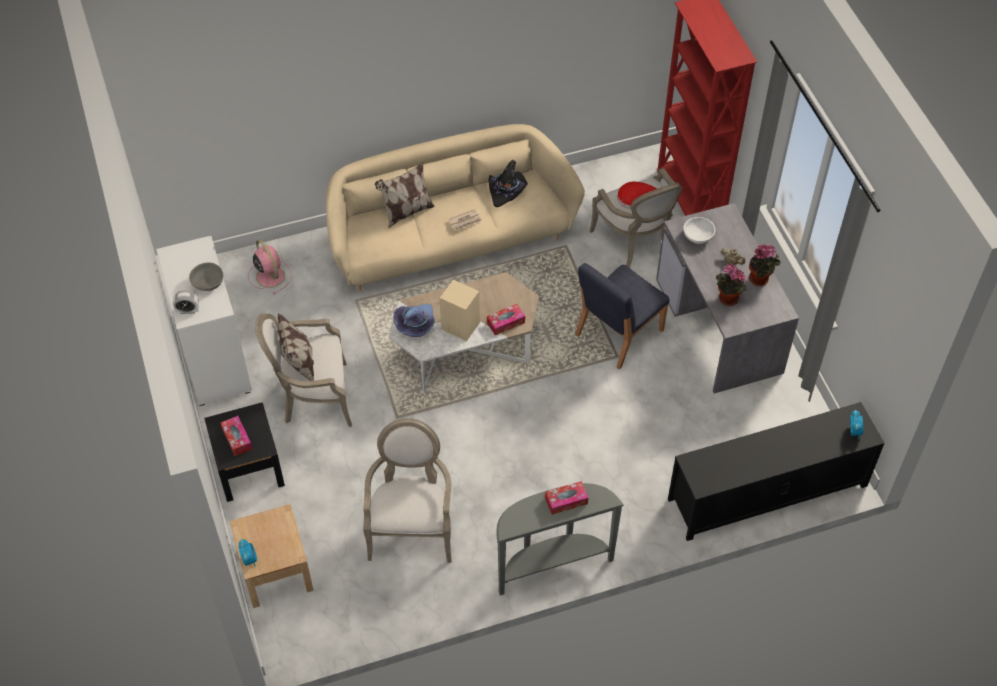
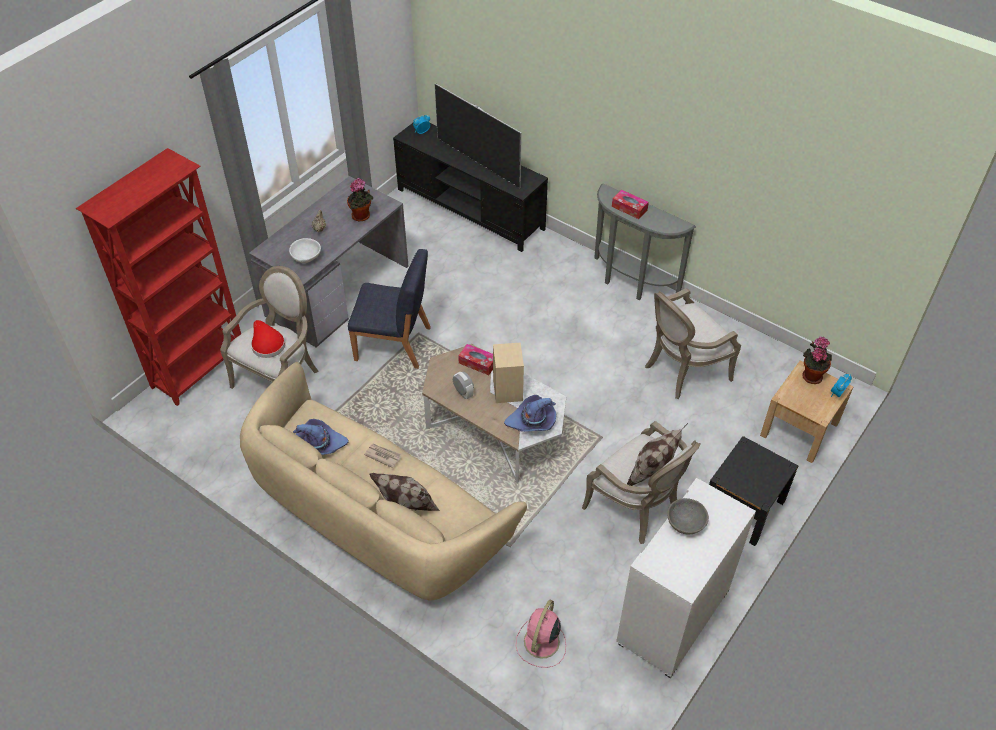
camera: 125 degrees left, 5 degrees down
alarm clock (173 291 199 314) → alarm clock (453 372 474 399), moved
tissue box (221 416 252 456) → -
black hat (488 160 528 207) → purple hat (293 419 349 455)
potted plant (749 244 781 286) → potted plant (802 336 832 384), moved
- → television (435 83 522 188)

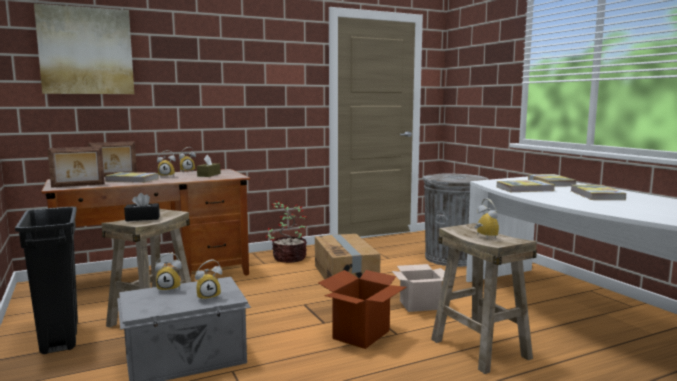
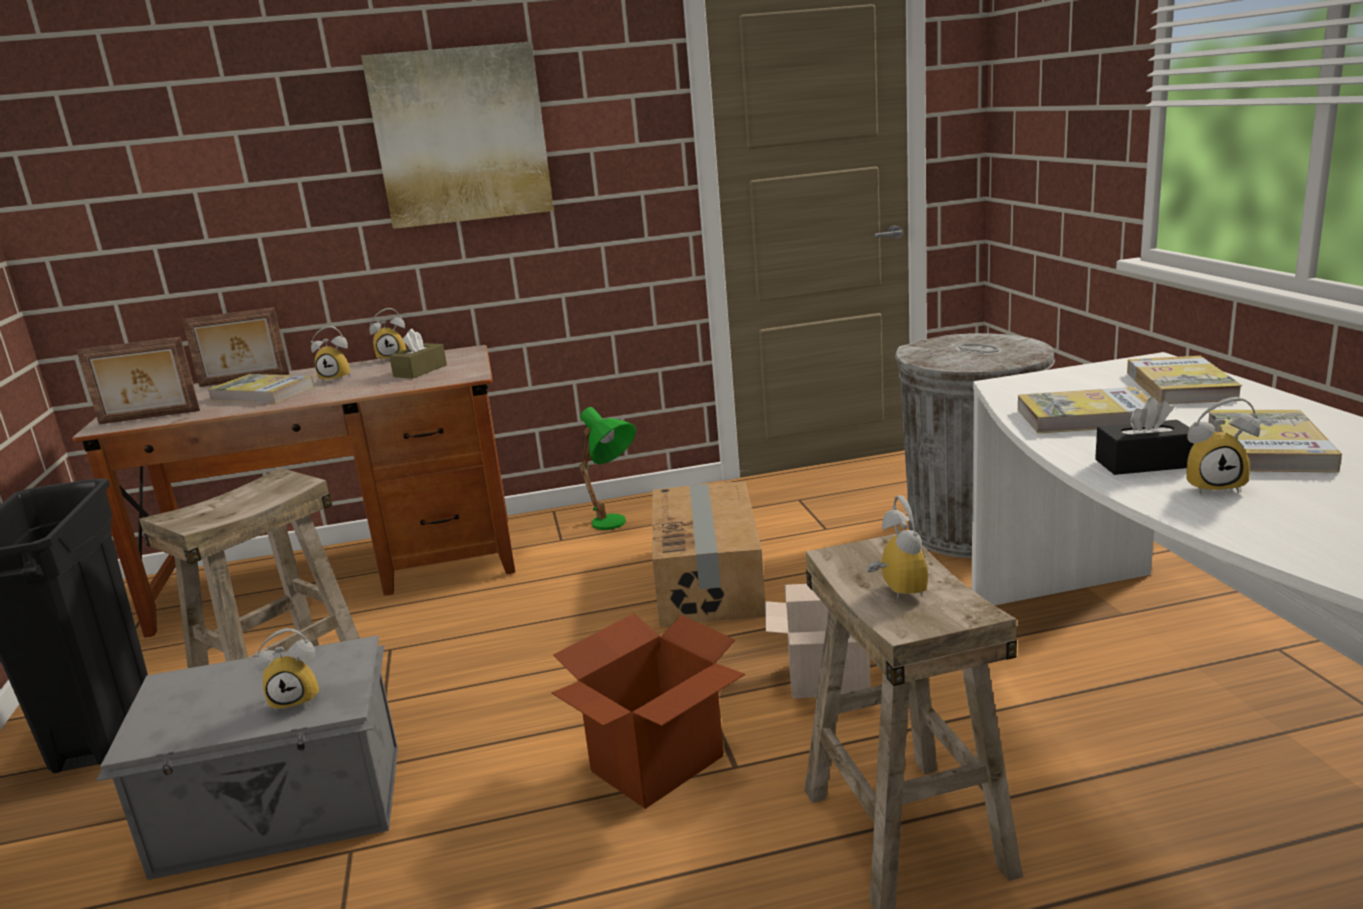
camera: 15 degrees right, 10 degrees up
picture (34 3 134 94) → picture (361 41 554 229), moved
black tissue box (124 193 160 221) → black tissue box (1095 397 1194 475), moved
alarm clock (155 253 182 292) → alarm clock (1186 397 1260 495), moved
potted plant (266 200 307 263) → green table lamp (579 407 636 530)

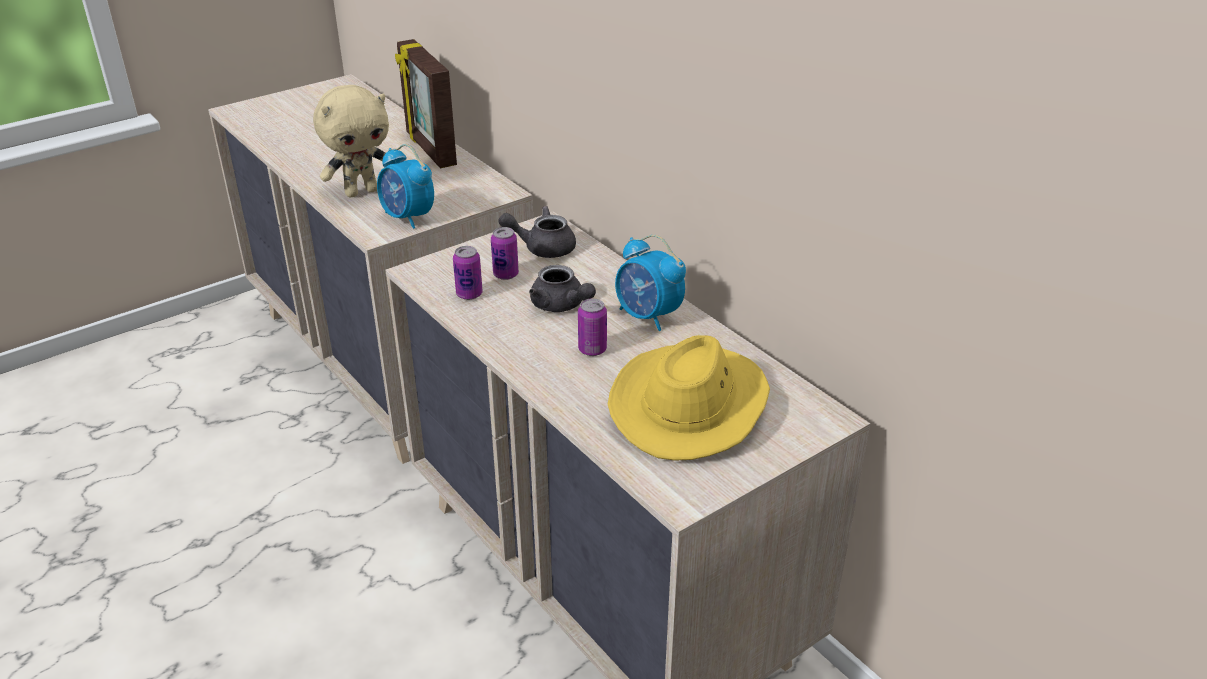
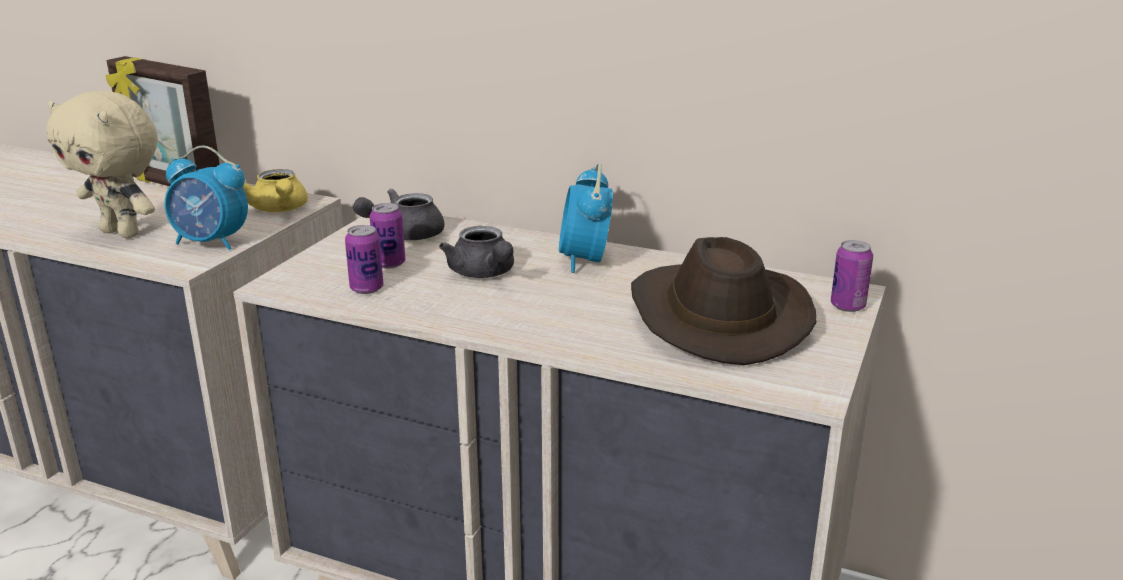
camera: 30 degrees left, 10 degrees down
beige plush toy (313 85 389 197) → beige plush toy (46 91 157 238), 90 degrees clockwise
grey teapot (529 265 596 312) → grey teapot (439 226 514 278), 45 degrees clockwise
can (578 298 607 356) → can (831 240 873 312), moved
yellow hat (608 335 770 461) → brown hat (631 237 816 365)
alarm clock (615 235 686 331) → alarm clock (559 163 613 273), 75 degrees clockwise
- → yellow teapot (243 169 308 212)

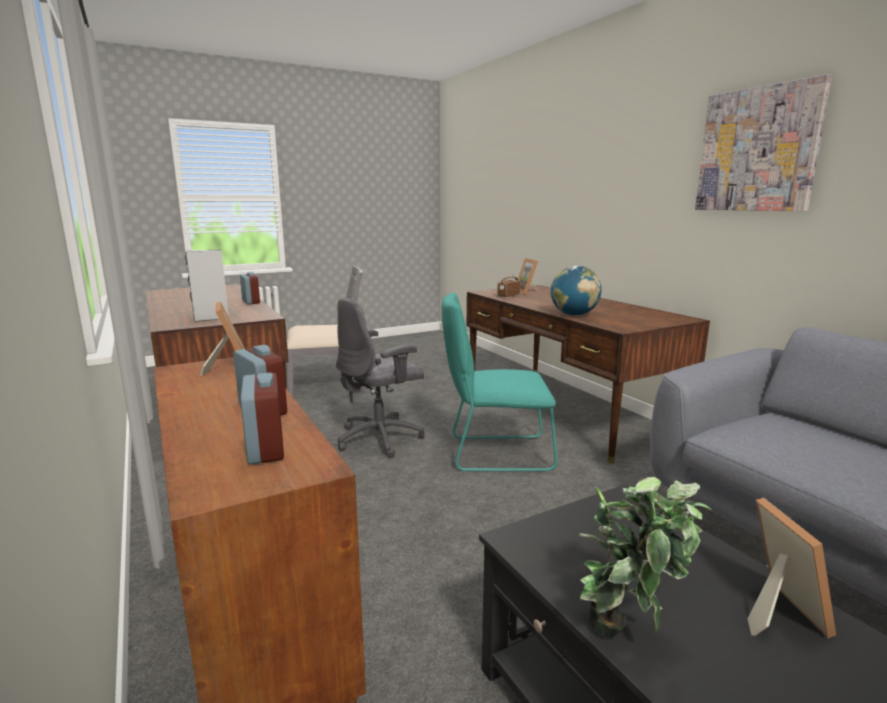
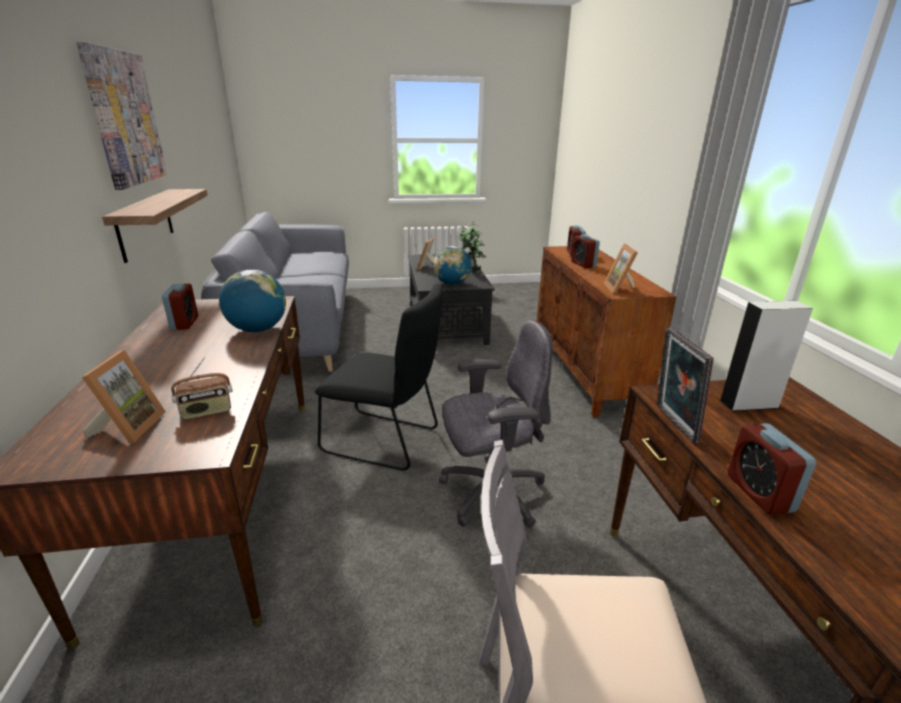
camera: 160 degrees left, 10 degrees up
turquoise chair (441 293 557 471) → black chair (315 284 443 471)
- → shelf (102 189 208 263)
- → alarm clock (162 284 198 330)
- → globe (433 246 471 285)
- → picture frame (657 328 714 444)

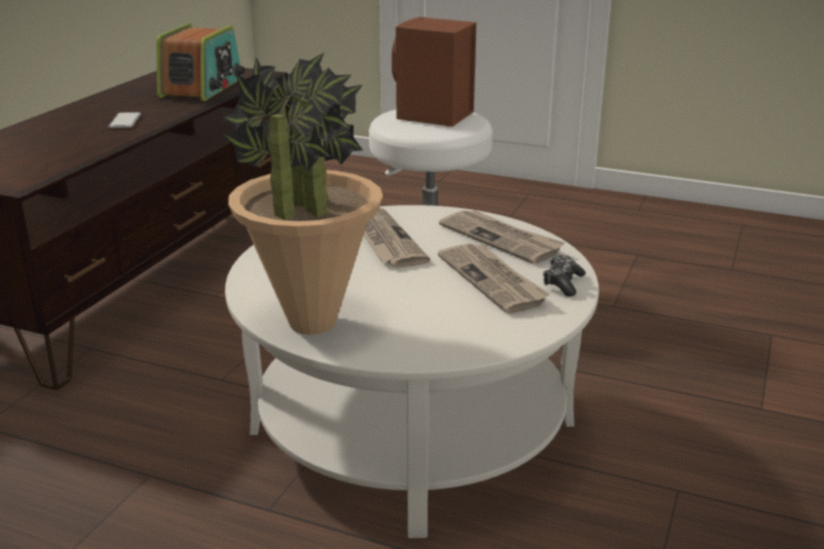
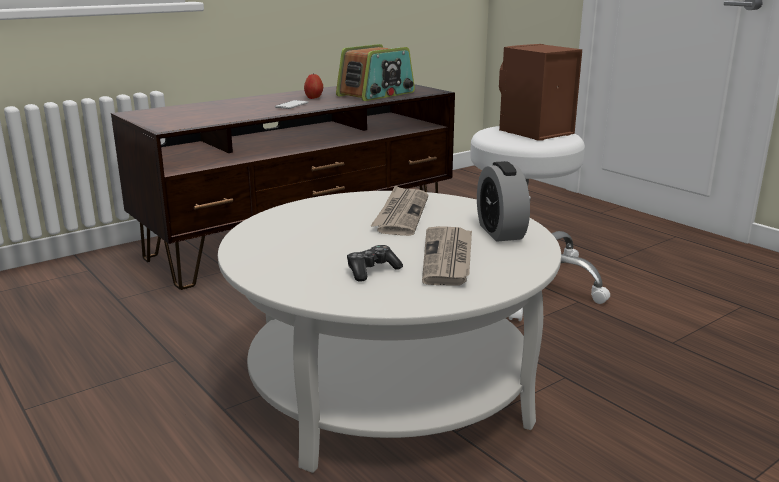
camera: 30 degrees right, 5 degrees down
potted plant (223 52 383 335) → -
newspaper (439 210 565 264) → alarm clock (477 161 530 242)
game controller (543 255 586 297) → game controller (347 245 403 282), moved
- → apple (304 73 323 99)

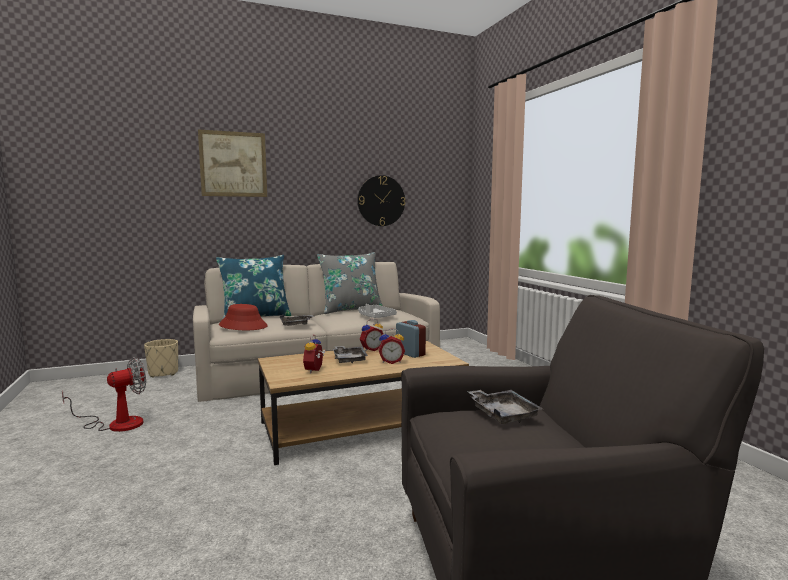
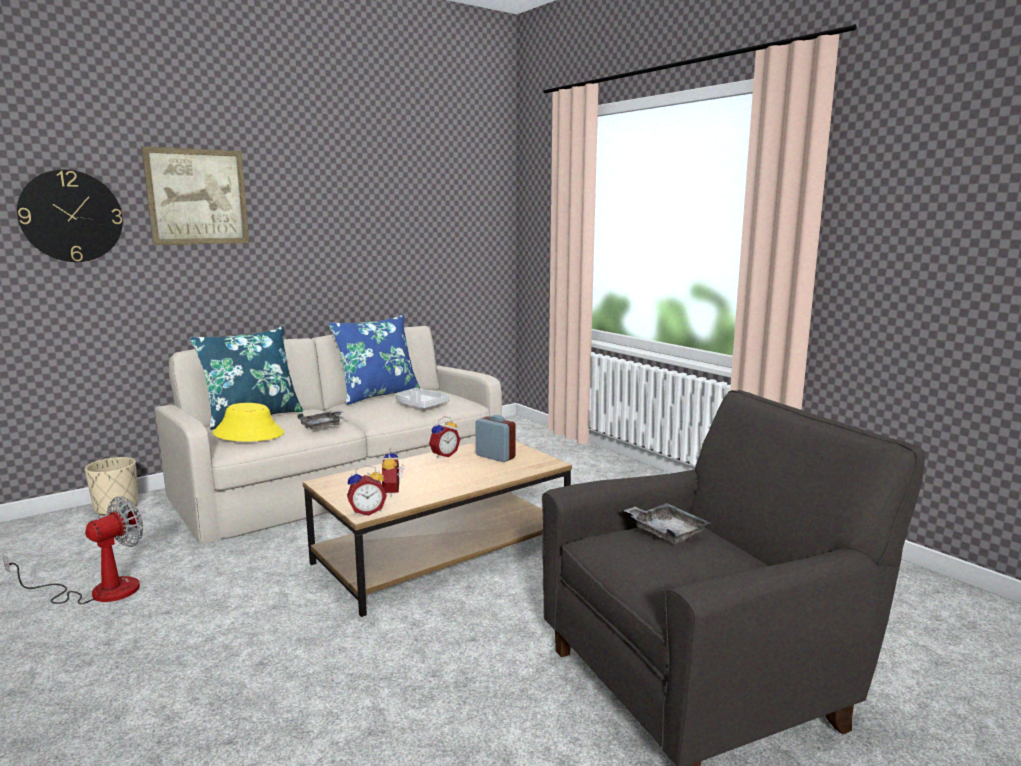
camera: 15 degrees left, 5 degrees up
red hat (219 304 268 330) → yellow hat (213 403 284 442)
grey pillow (317 252 383 314) → blue pillow (328 315 420 405)
grey tray (333 346 368 363) → -
wall clock (358 175 405 226) → wall clock (17 170 123 262), moved
alarm clock (379 328 405 364) → alarm clock (347 465 387 516), moved

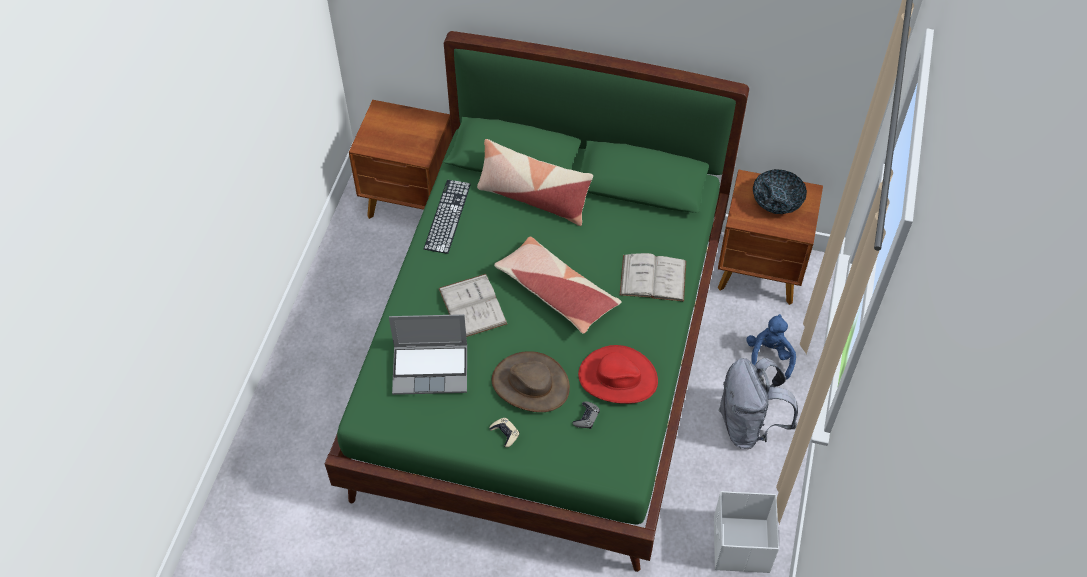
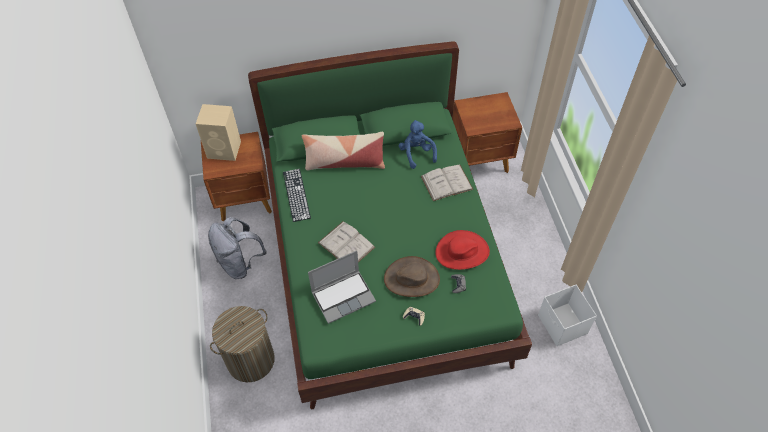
camera: 25 degrees left, 0 degrees up
pillow (494 237 622 334) → -
grey backpack (719 358 798 449) → grey backpack (208 217 266 279), moved
blue plush toy (746 314 796 379) → blue plush toy (399 120 437 169), moved
bowl (753 169 807 214) → -
- → beige speaker (196 104 241 161)
- → laundry basket (210 306 275 382)

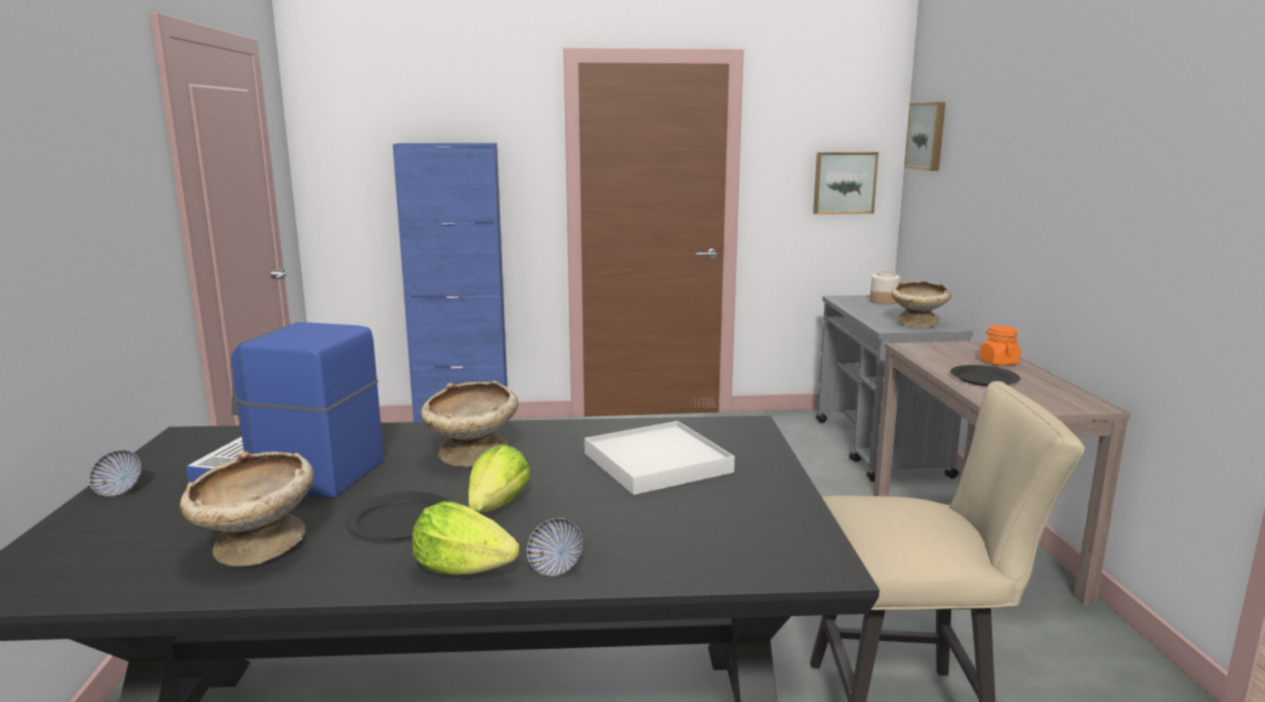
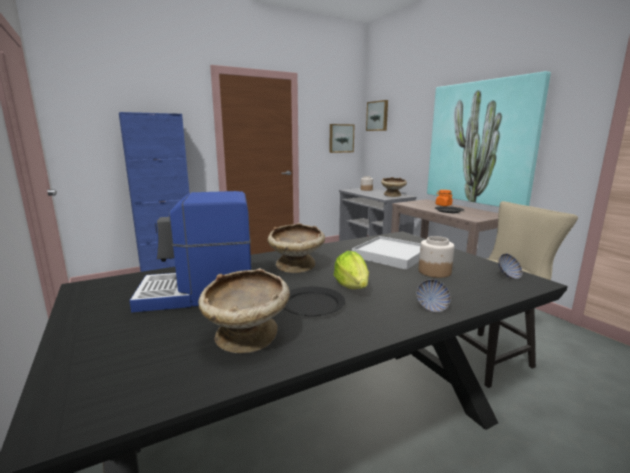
camera: 25 degrees left, 0 degrees up
bowl (89 450 142 497) → bowl (498 253 523 279), moved
lettuce (412 501 519 575) → -
- → jar (419 236 455 278)
- → picture (427 71 551 207)

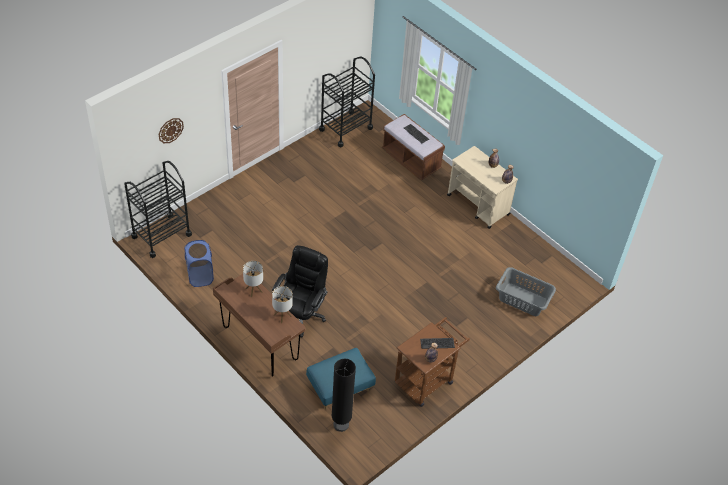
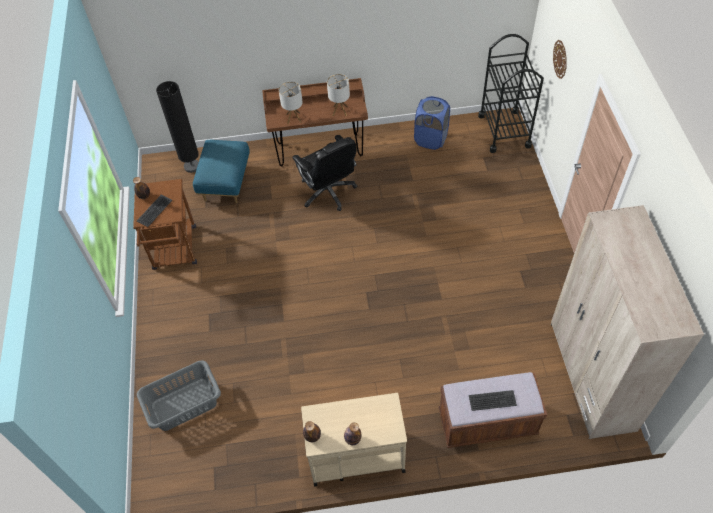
camera: 130 degrees right, 5 degrees up
black cart (319 56 375 147) → beige wardrobe (551 205 704 439)

